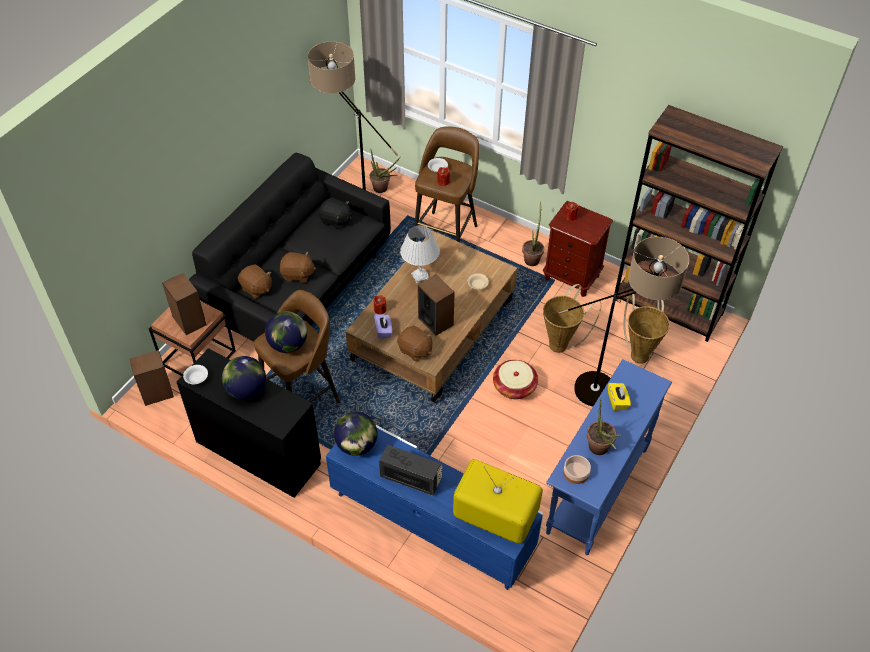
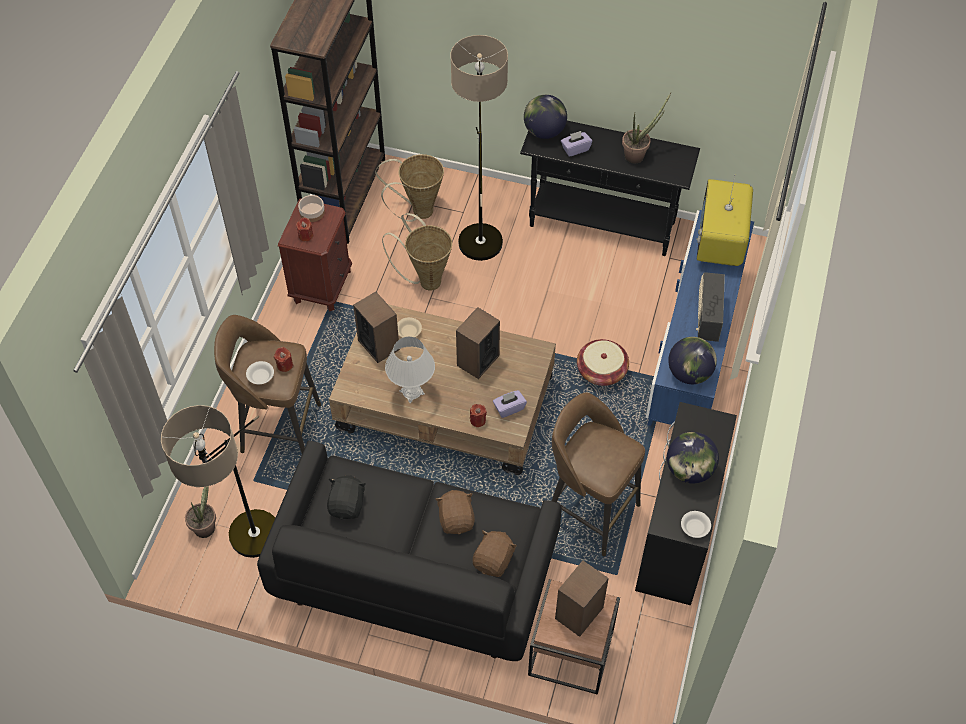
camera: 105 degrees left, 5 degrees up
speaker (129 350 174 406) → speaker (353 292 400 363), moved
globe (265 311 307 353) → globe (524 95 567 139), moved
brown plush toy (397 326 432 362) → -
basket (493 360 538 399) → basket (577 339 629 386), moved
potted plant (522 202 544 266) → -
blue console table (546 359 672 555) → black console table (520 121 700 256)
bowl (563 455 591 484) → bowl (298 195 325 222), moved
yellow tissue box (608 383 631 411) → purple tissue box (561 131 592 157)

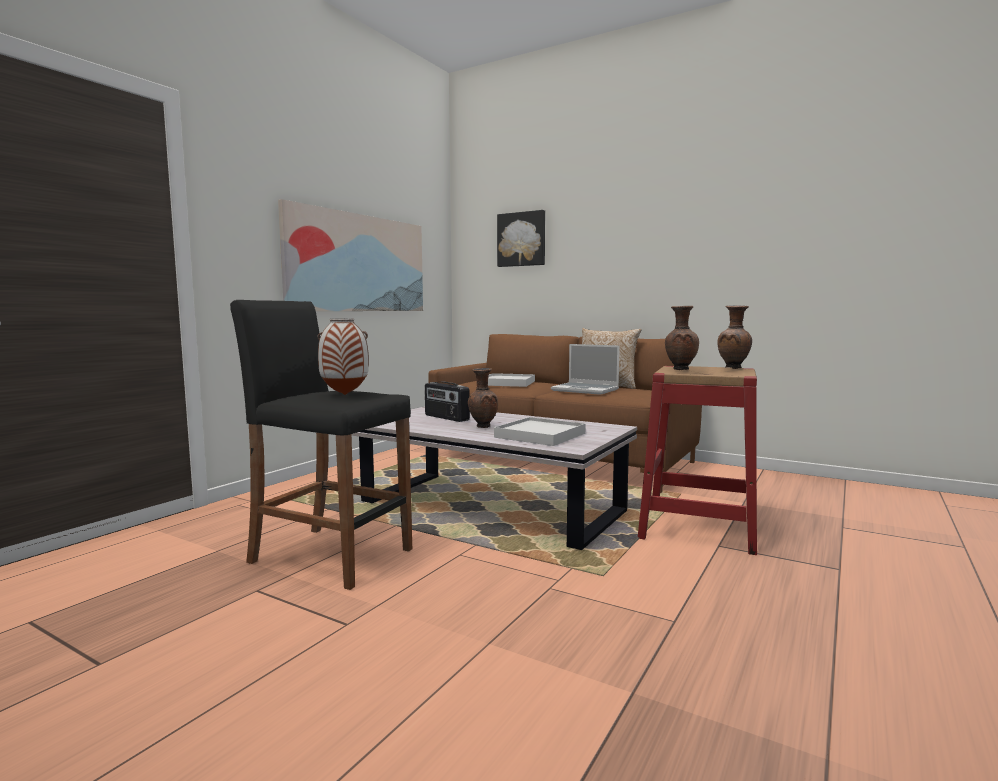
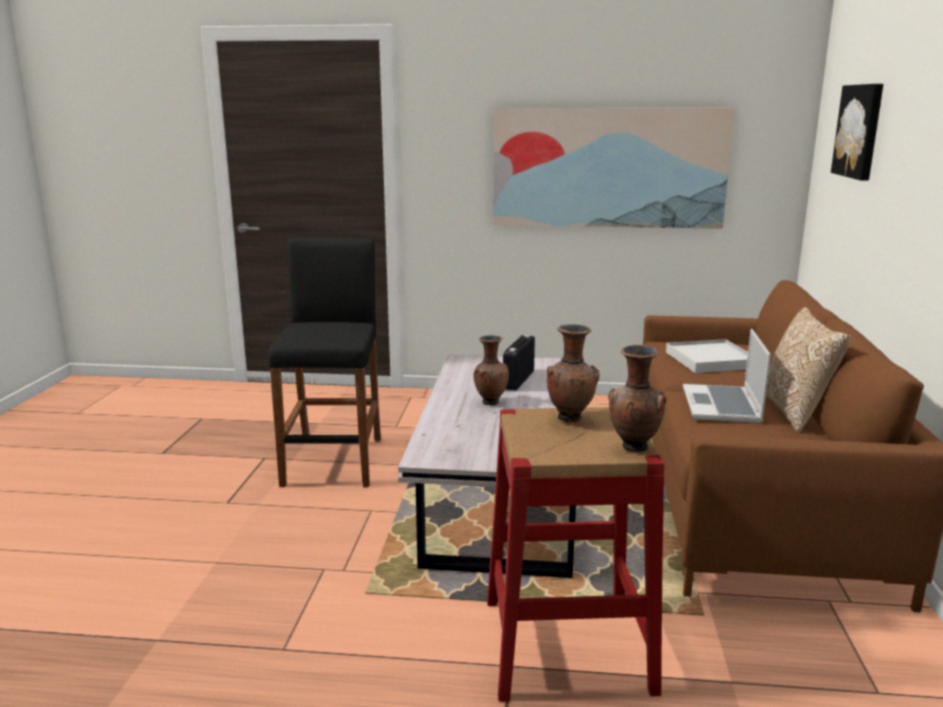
camera: 65 degrees right, 10 degrees up
vase (318 319 369 395) → -
white tray (494 417 586 446) → -

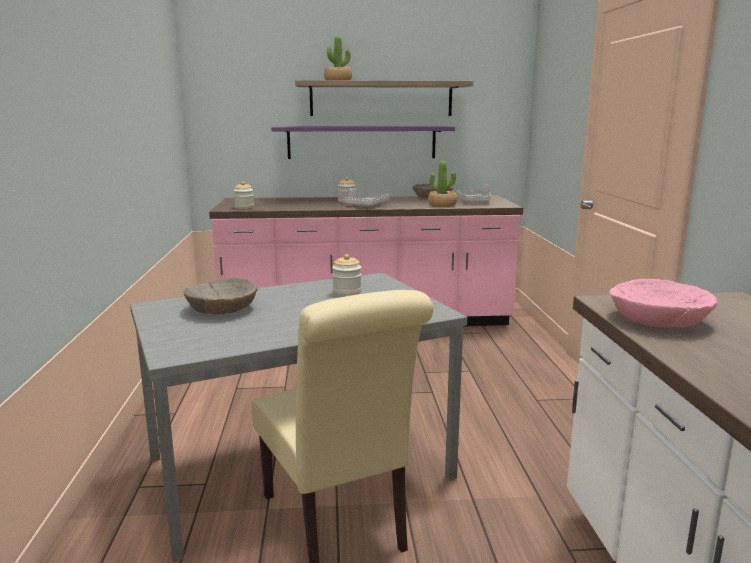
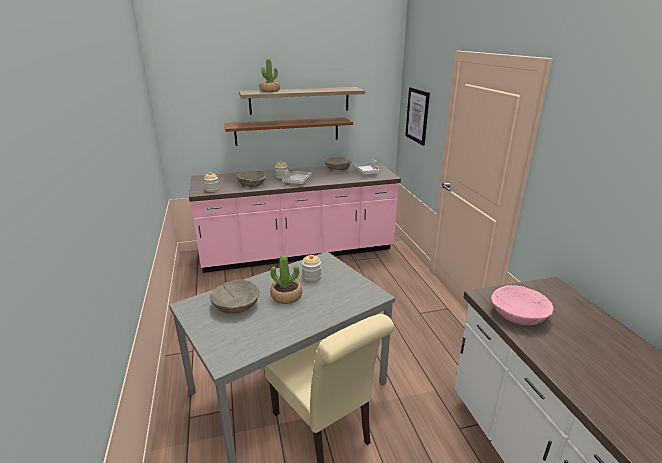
camera: 10 degrees left, 10 degrees up
purple shelf (271 126 455 159) → brown shelf (224 117 353 146)
potted plant (428 161 457 207) → potted plant (270 255 302 304), moved
- → beige bowl (236 171 266 187)
- → picture (405 87 430 146)

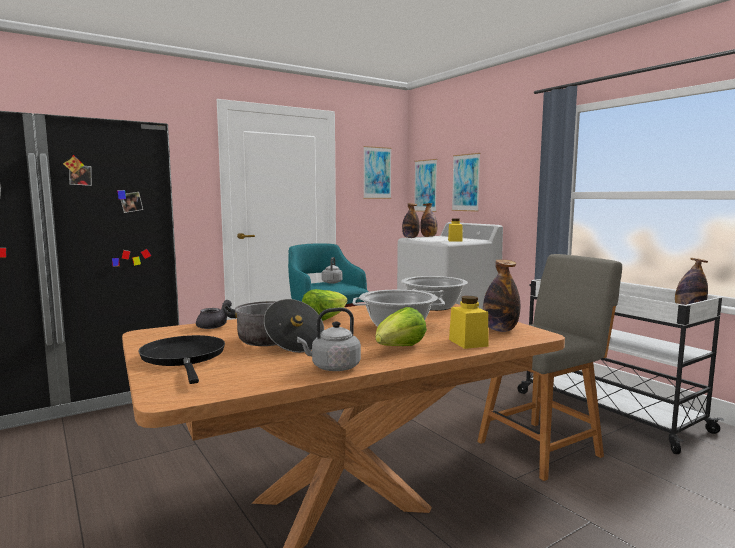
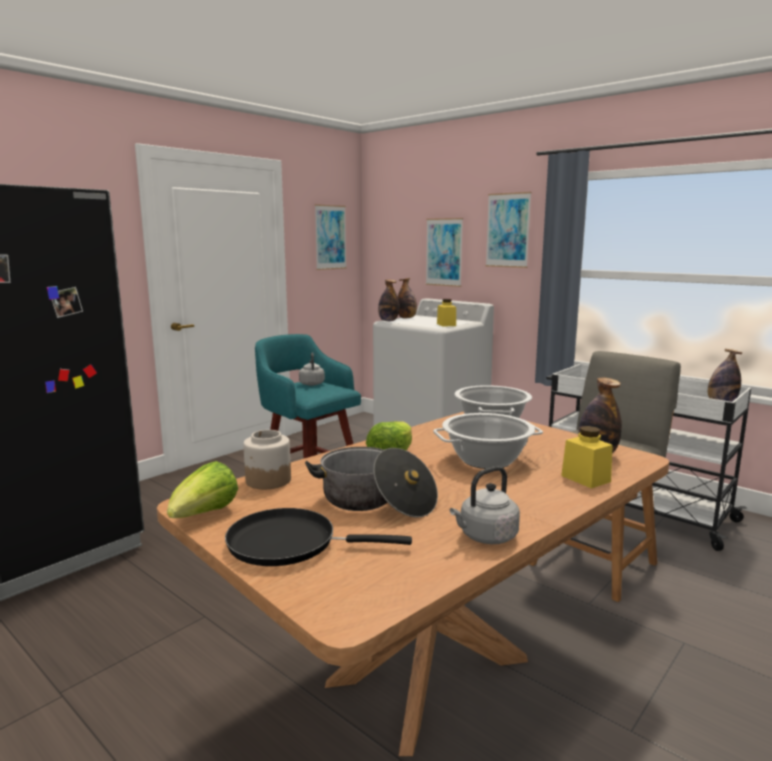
camera: 15 degrees left, 5 degrees up
black frying pan (138 335 225 384) → black frying pan (225 508 412 566), 45 degrees counterclockwise
grey teapot (196 300 232 329) → jar (243 430 291 489)
lettuce (375 307 427 346) → lettuce (167 461 238 518), moved
picture (414 159 437 212) → picture (486 192 531 268), moved

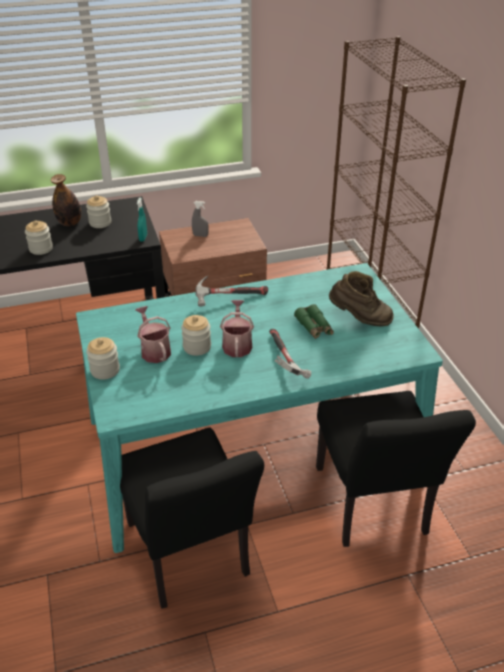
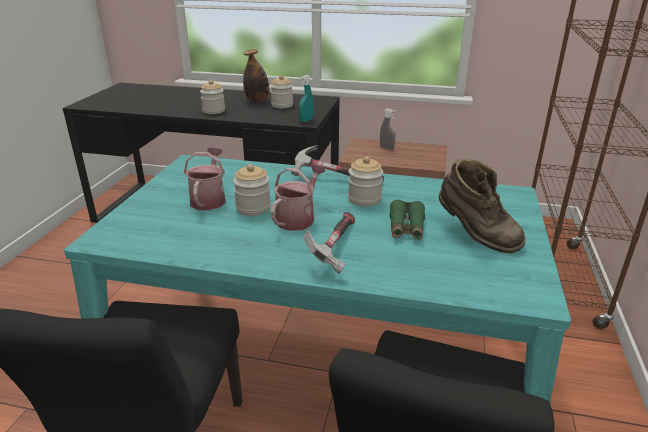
camera: 30 degrees right, 10 degrees down
jar (86 337 120 379) → jar (348 156 384 207), moved

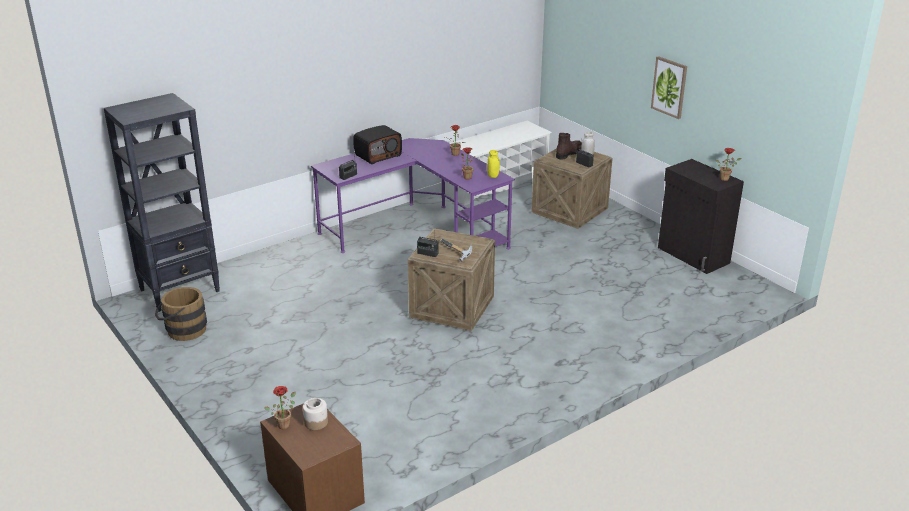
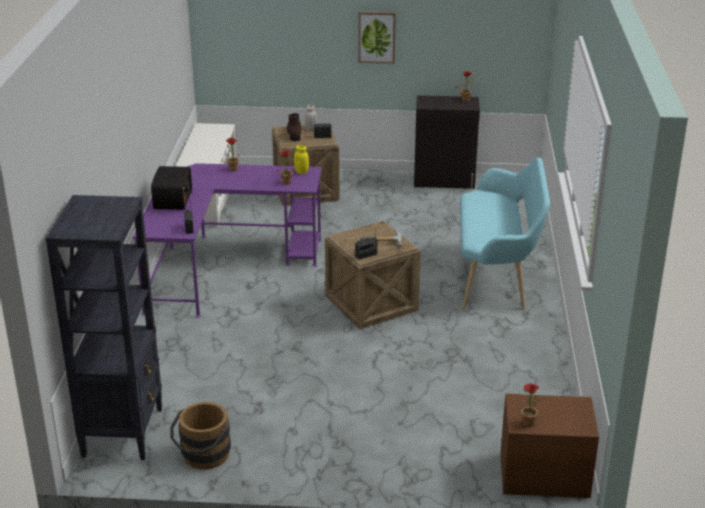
camera: 50 degrees left, 0 degrees up
jar (303 398 328 430) → -
- → turquoise bench (460 157 550 310)

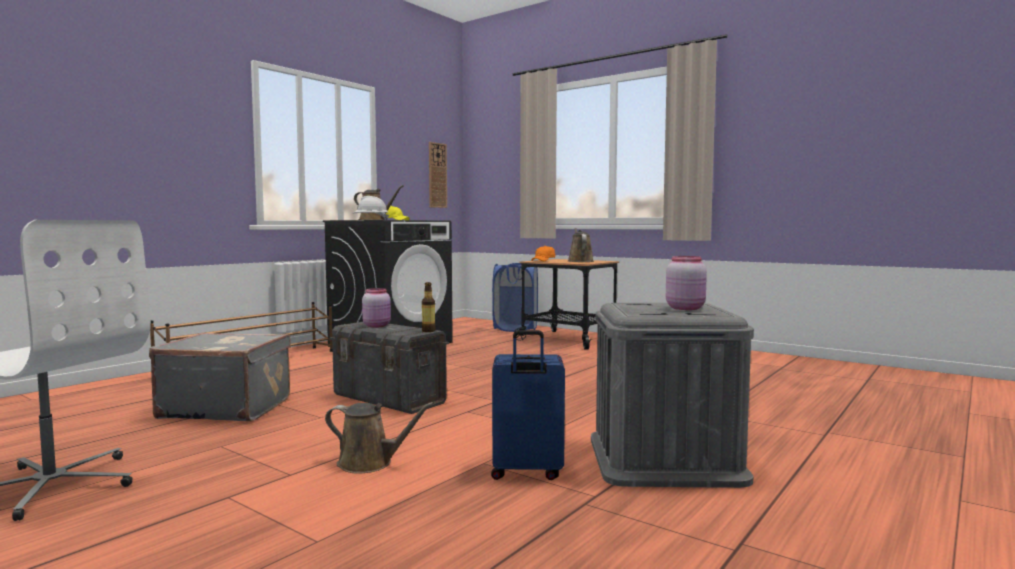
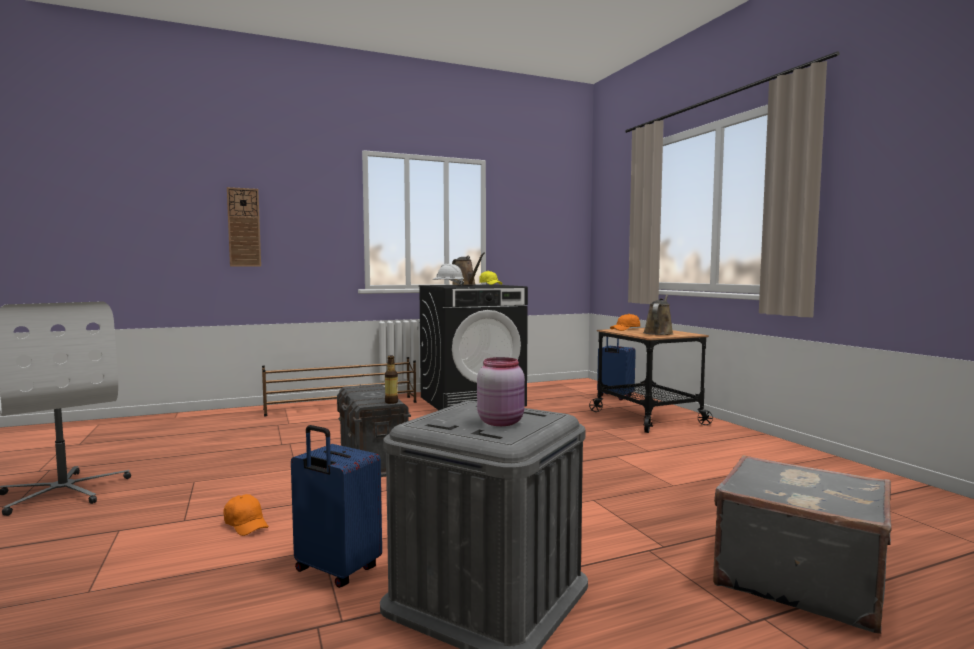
camera: 30 degrees right, 0 degrees up
grey suitcase (149 332 291 421) → grey suitcase (713 455 892 634), moved
brown watering can (325 402 434 474) → orange cap (223 494 269 536)
pink jar (362 288 391 328) → -
wall clock (429 142 447 208) → wall clock (227 187 261 267), moved
blue laundry basket (492 263 538 332) → blue suitcase (597 337 636 400)

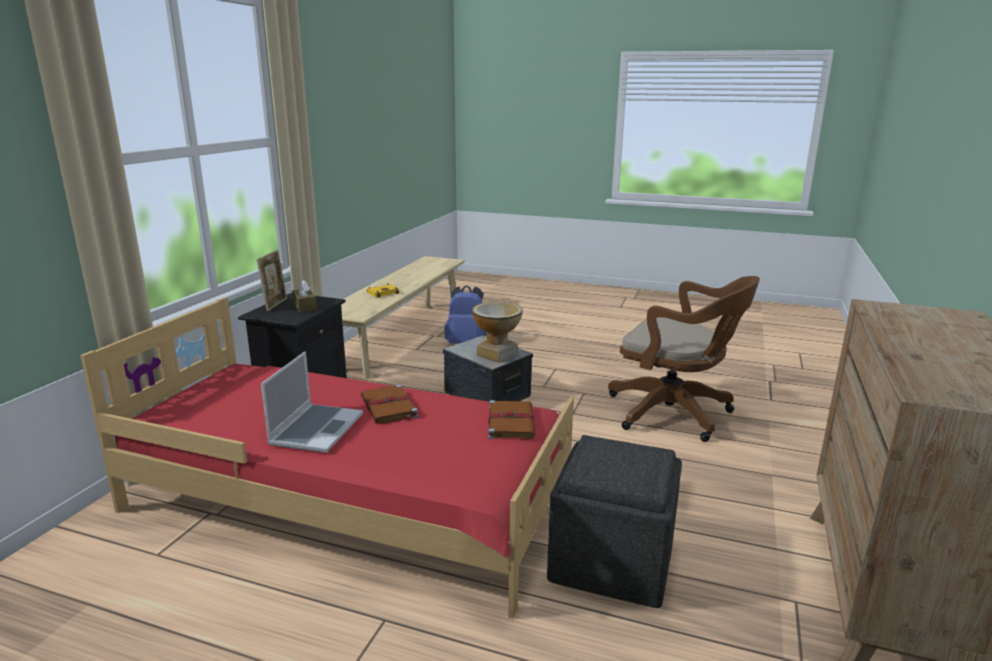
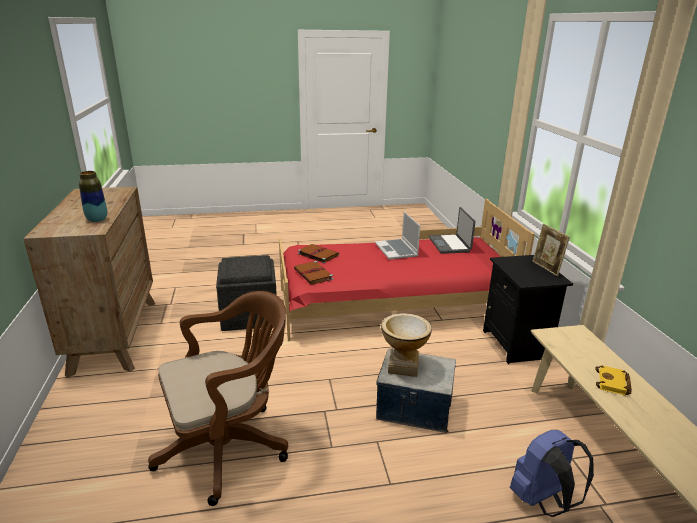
camera: 150 degrees right, 5 degrees up
brown tissue box (292 280 317 313) → -
brown book (361 385 418 424) → brown book (298 244 339 263), moved
brown office chair (608 276 760 442) → brown office chair (148 291 288 506), 150 degrees clockwise
- → vase (79 171 107 222)
- → laptop (429 207 475 254)

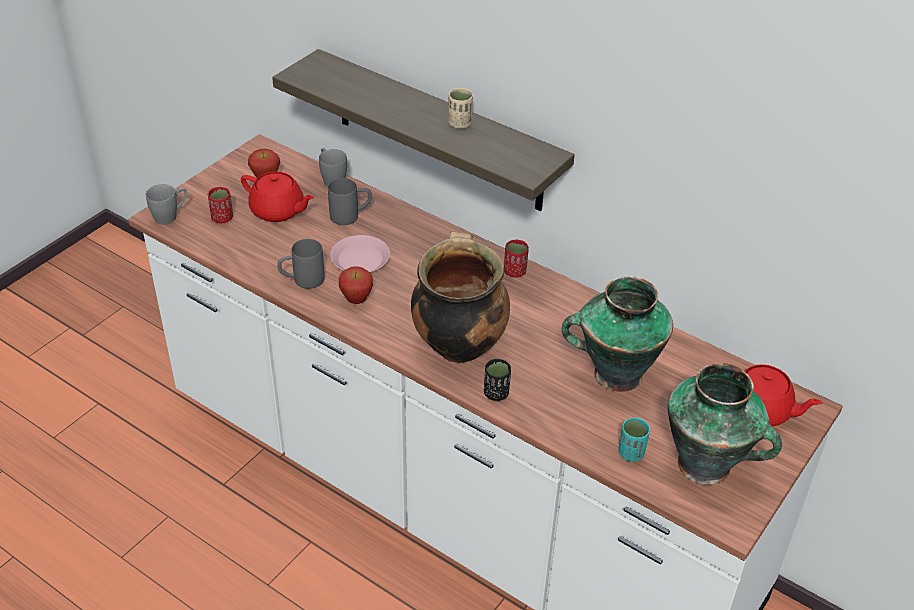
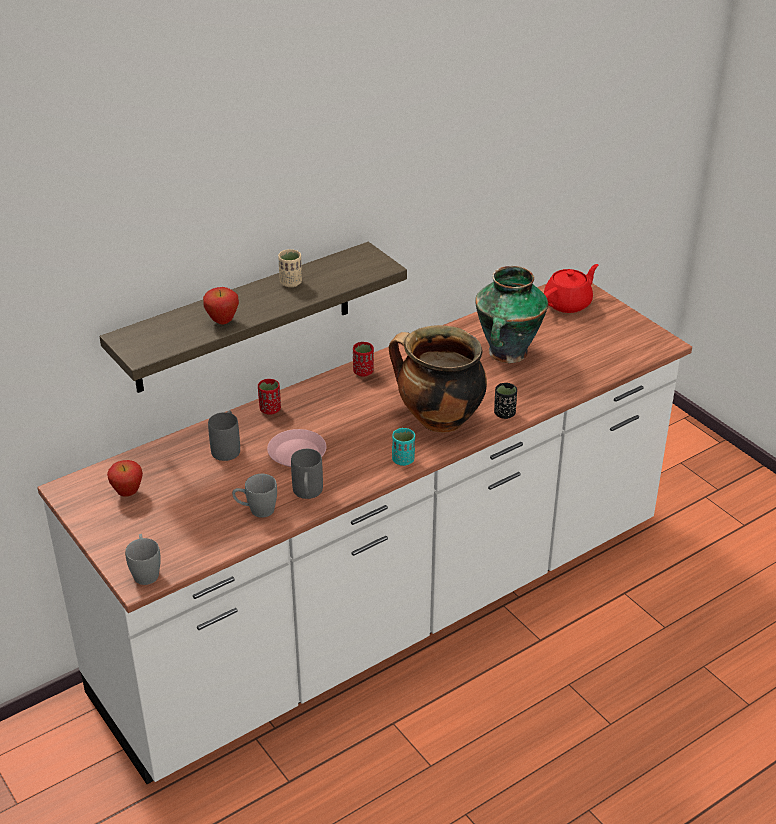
camera: 70 degrees left, 5 degrees down
red cup (208 187 233 223) → red cup (258 379 281 415), moved
red teapot (241 172 314 222) → -
grey mug (319 148 347 187) → grey mug (232 474 277 518), moved
apple (339 266 373 304) → apple (203 287 239 325), moved
turquoise cup (618 418 650 461) → turquoise cup (392 428 415 466), moved
vase (668 363 782 485) → -

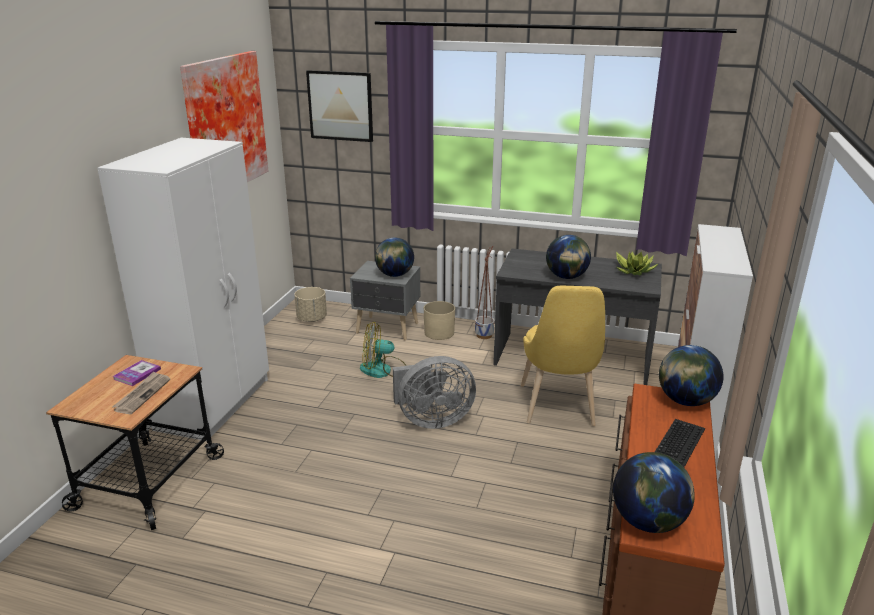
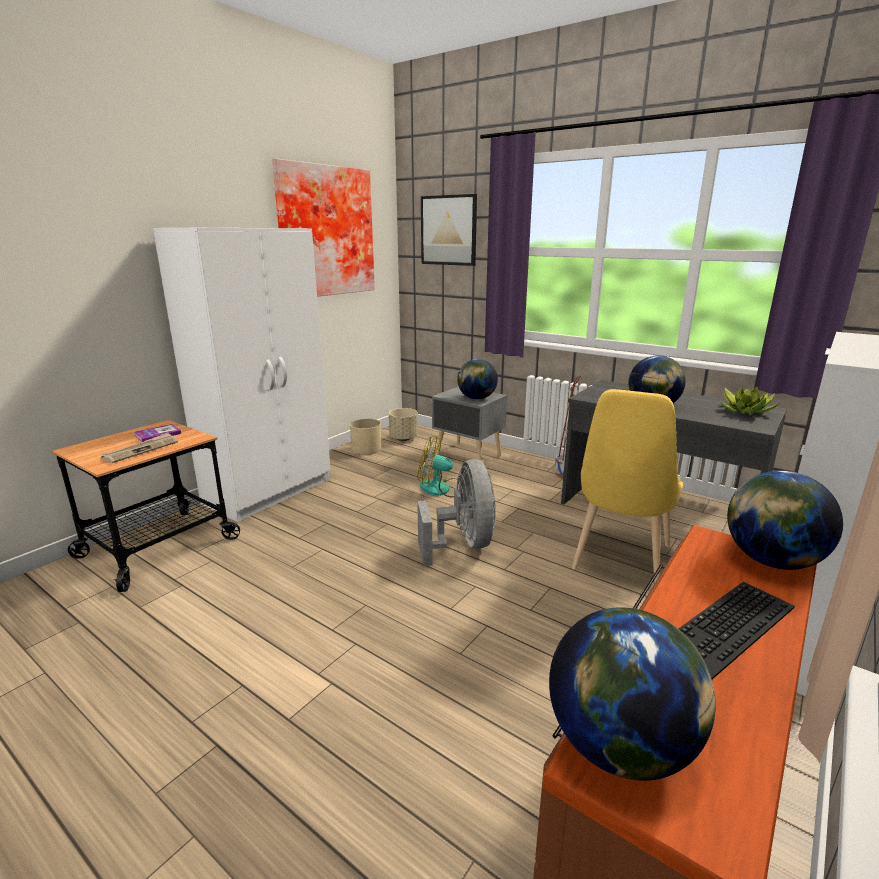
camera: 20 degrees right, 5 degrees down
grey fan (393 356 476 429) → grey fan (417 459 496 566), 105 degrees counterclockwise
beige planter (424 301 455 340) → beige planter (350 419 381 455), moved

